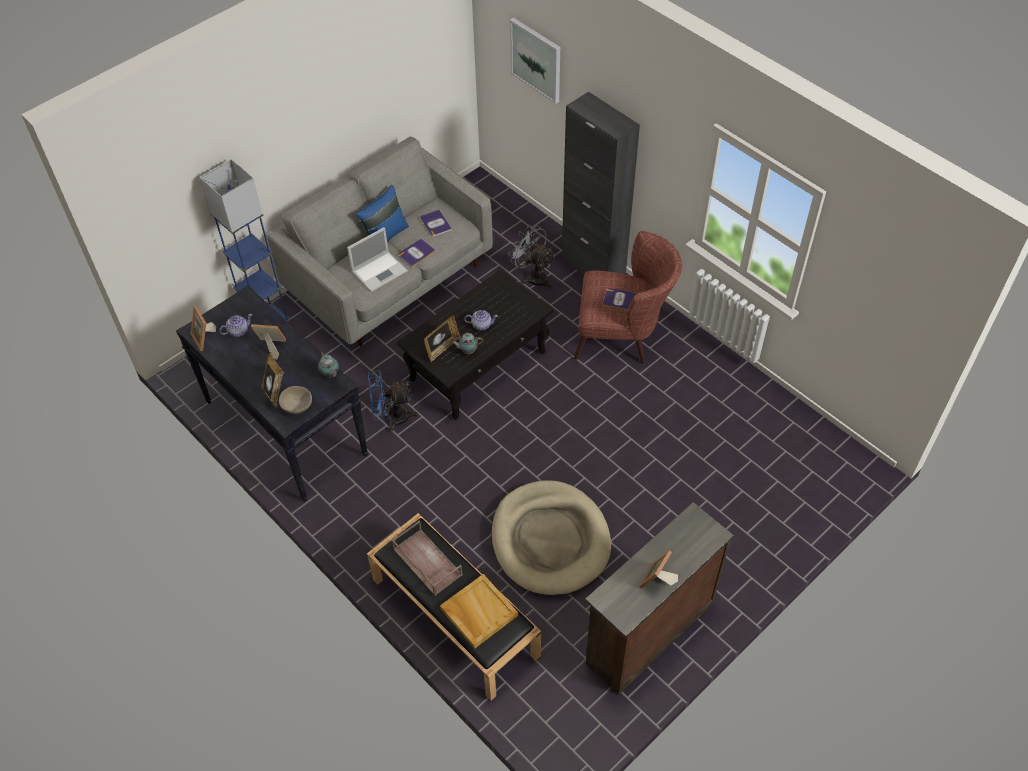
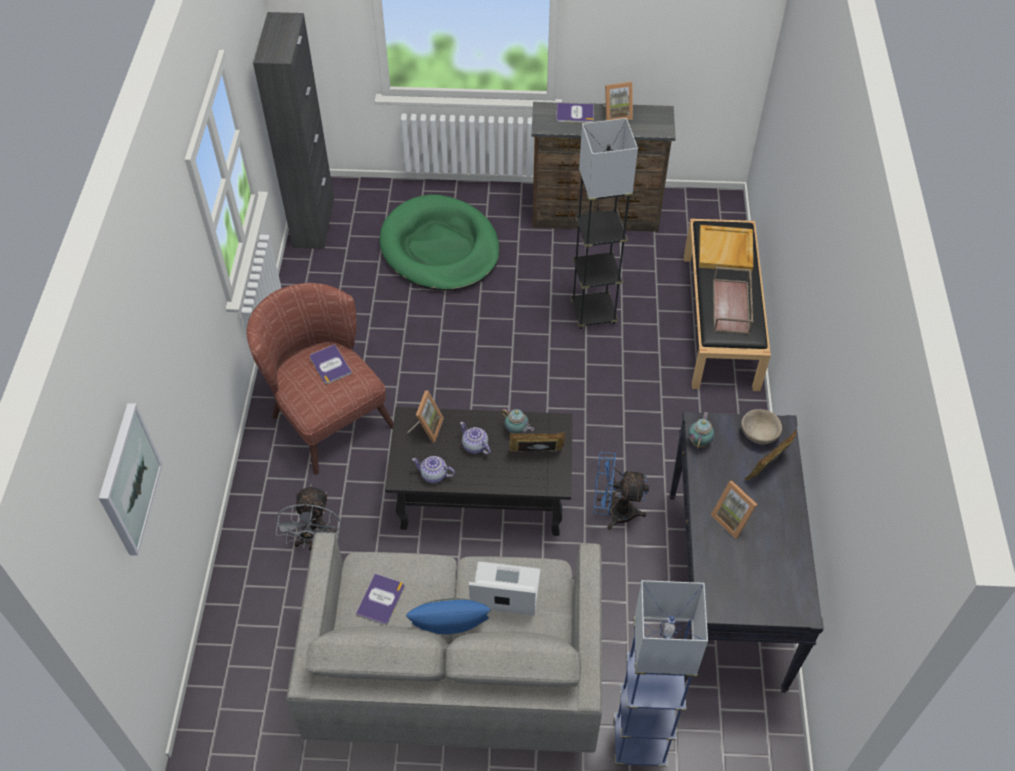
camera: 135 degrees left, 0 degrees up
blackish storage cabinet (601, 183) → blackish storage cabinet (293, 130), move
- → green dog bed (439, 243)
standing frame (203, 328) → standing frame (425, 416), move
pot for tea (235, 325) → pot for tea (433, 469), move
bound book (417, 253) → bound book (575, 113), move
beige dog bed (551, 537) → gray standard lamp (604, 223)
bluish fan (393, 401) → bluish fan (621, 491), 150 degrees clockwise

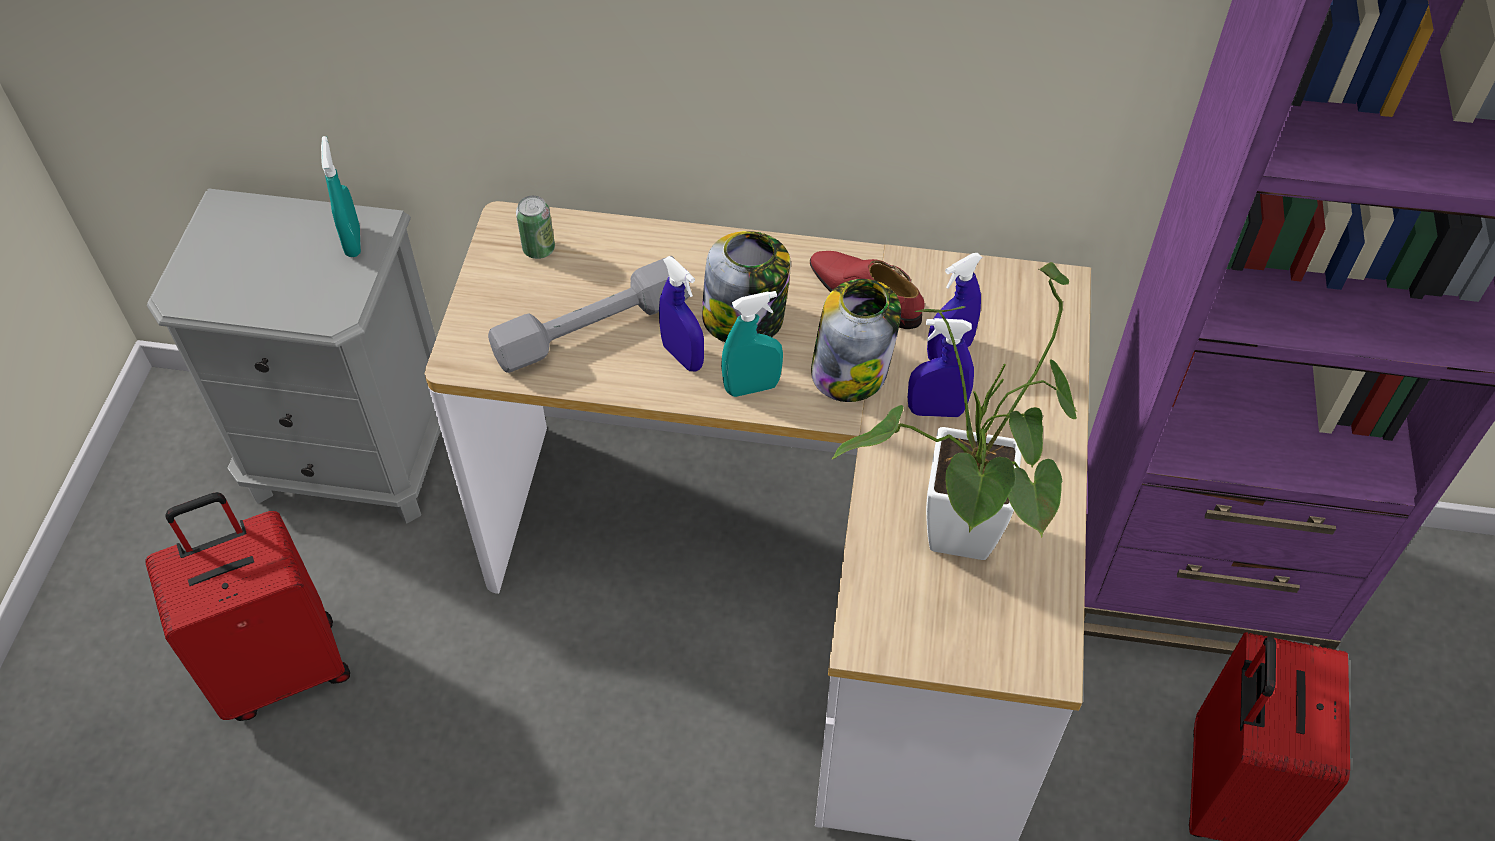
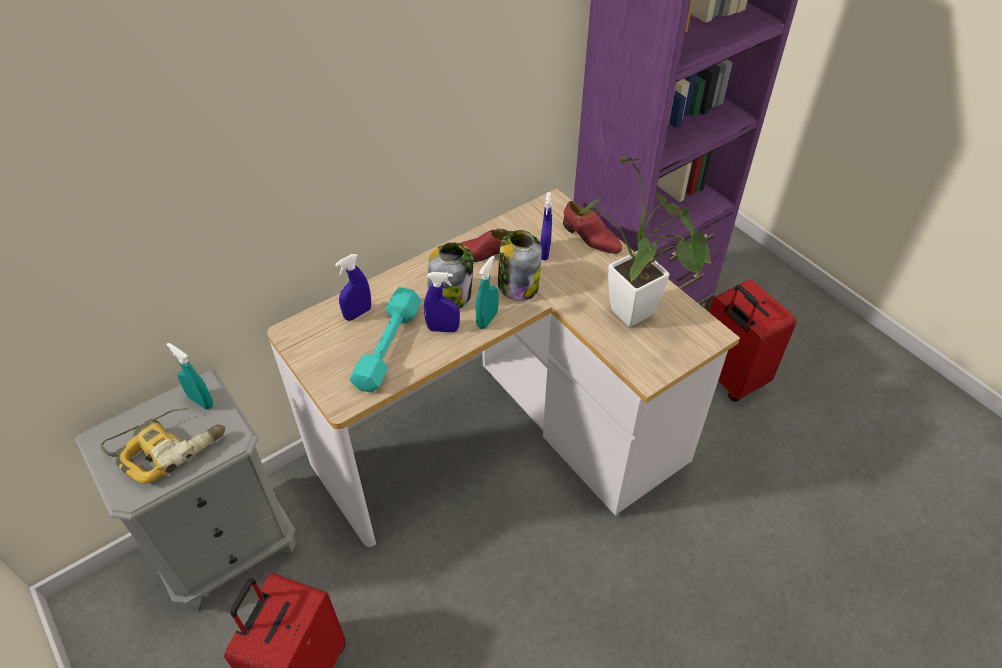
camera: 45 degrees left, 5 degrees down
- → drill (163, 445)
bluish sprayer (941, 367) → bluish sprayer (353, 287), move
gray free weight (589, 314) → blue-green free weight (385, 339)
- → reddish item of footwear (592, 227)
sealed can (535, 227) → -

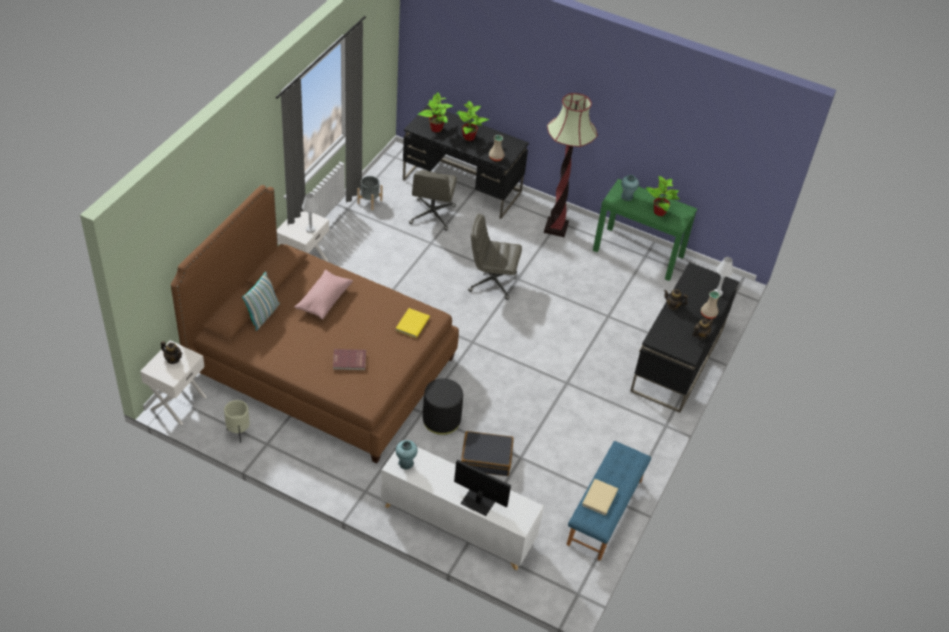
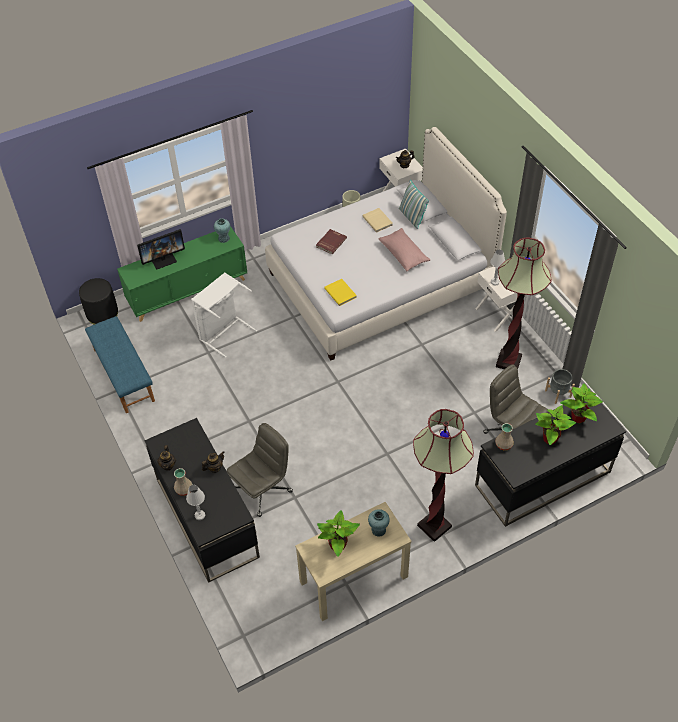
camera: 130 degrees right, 5 degrees up
blackish footrest (443, 406) → blackish footrest (98, 301), move
whitish storage cabinet (462, 505) → green storage cabinet (182, 274)
blackish suitcase (487, 453) → whitish laundry basket (224, 315)
gray computer chair (495, 257) → gray computer chair (260, 470), move
brownish bedroom bed (315, 324) → whitish bedroom bed (386, 244)
green hall table (645, 230) → beige hall table (353, 561)
beige bound book (600, 497) → beige bound book (377, 220), move
- → standard lamp (524, 303)

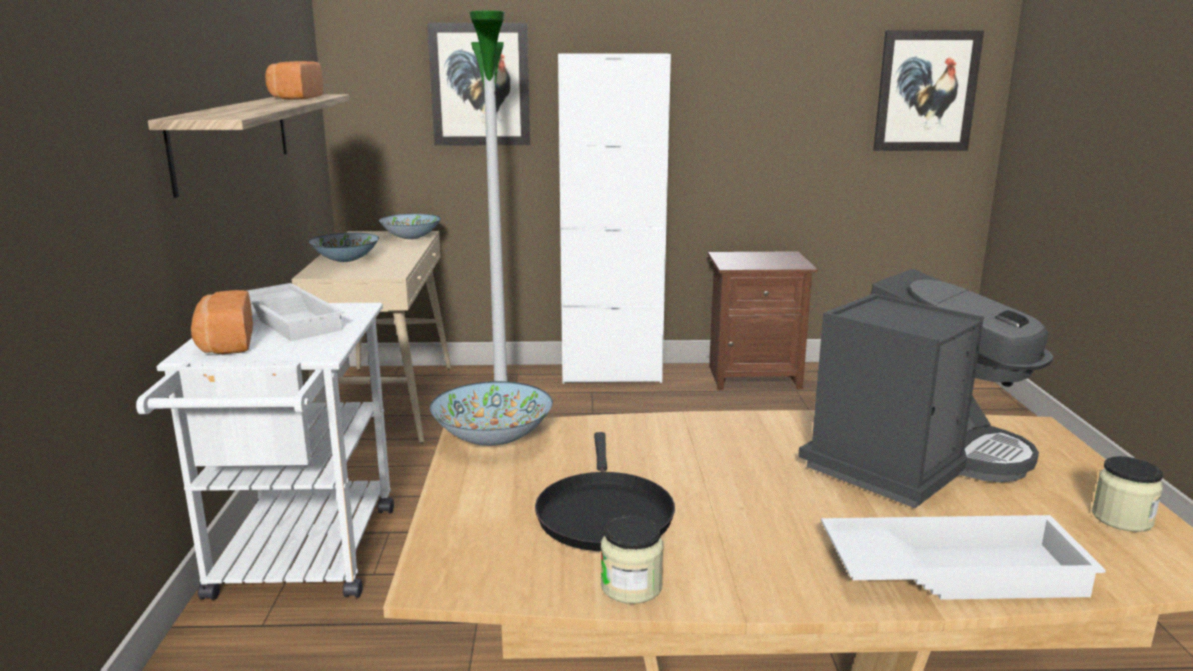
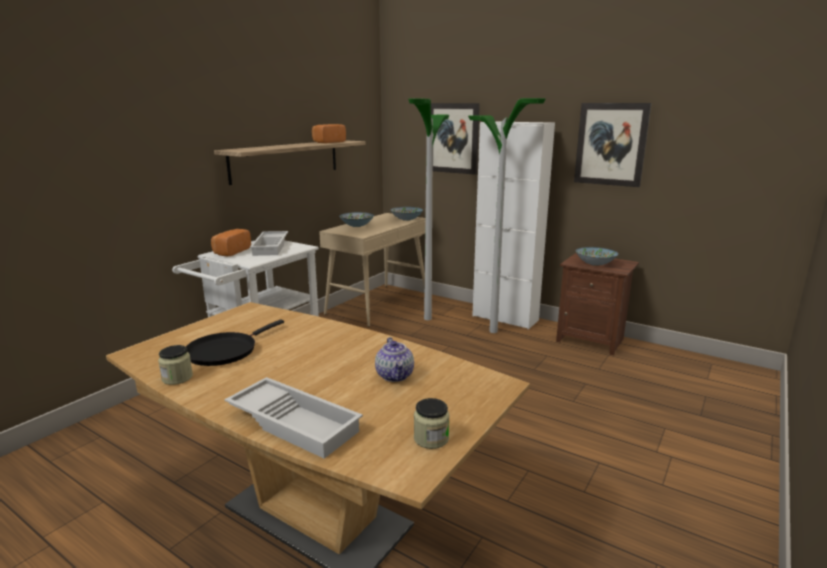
camera: 35 degrees right, 0 degrees up
coffee brewer (925, 388) → pot for tea (394, 359)
- → standard lamp (507, 215)
picture (928, 90) → picture (612, 145), move
serving bowl (491, 413) → serving bowl (596, 256), move

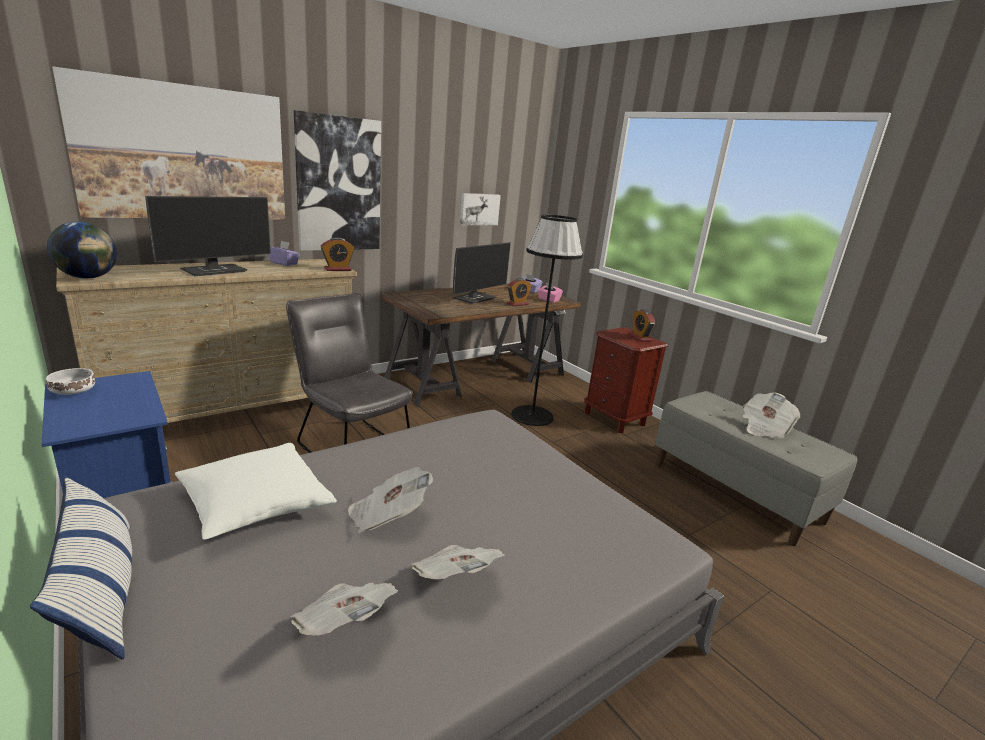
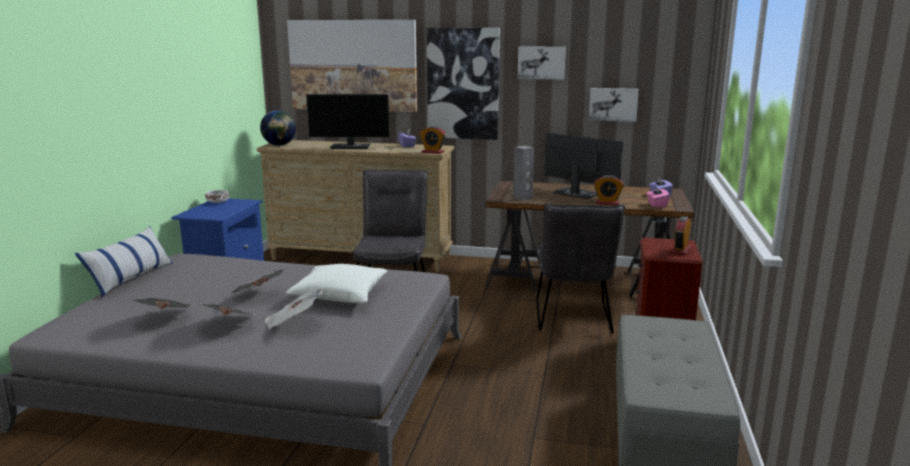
camera: 50 degrees right, 5 degrees down
daily paper (771, 415) → daily paper (294, 308), move
whitish pillow (256, 491) → whitish pillow (336, 283), move
- → gray loudspeaker (523, 173)
- → picture (541, 63)
blackish standard lamp (547, 320) → gray chair (580, 268)
computer screen (482, 273) → computer screen (584, 166), 135 degrees counterclockwise

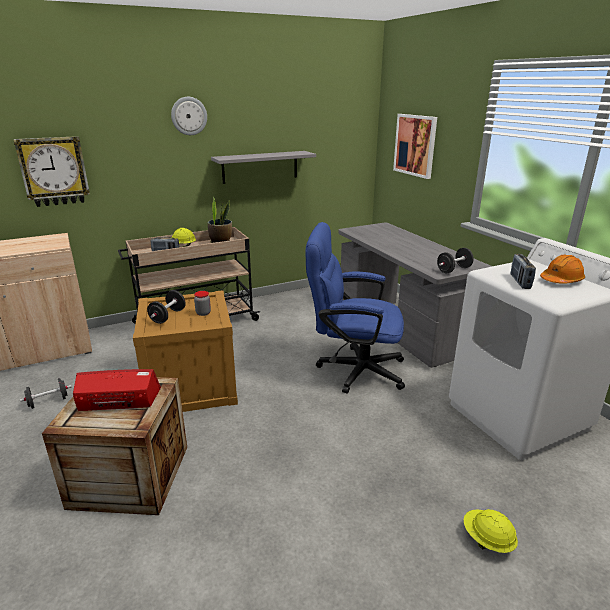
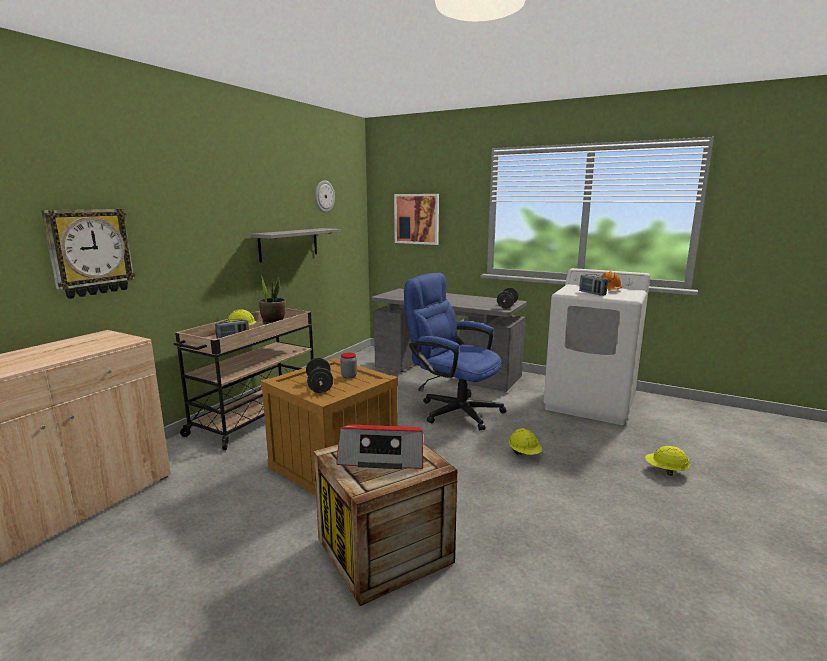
camera: 35 degrees left, 10 degrees down
clock on the wall (189, 116) → clock on the wall (325, 196), move
radio receiver (117, 390) → radio receiver (379, 447), 135 degrees counterclockwise
bluish computer chair (355, 308) → bluish computer chair (455, 351), 60 degrees clockwise
- → yellowish hard hat (525, 441)
blackish free weight (45, 393) → -

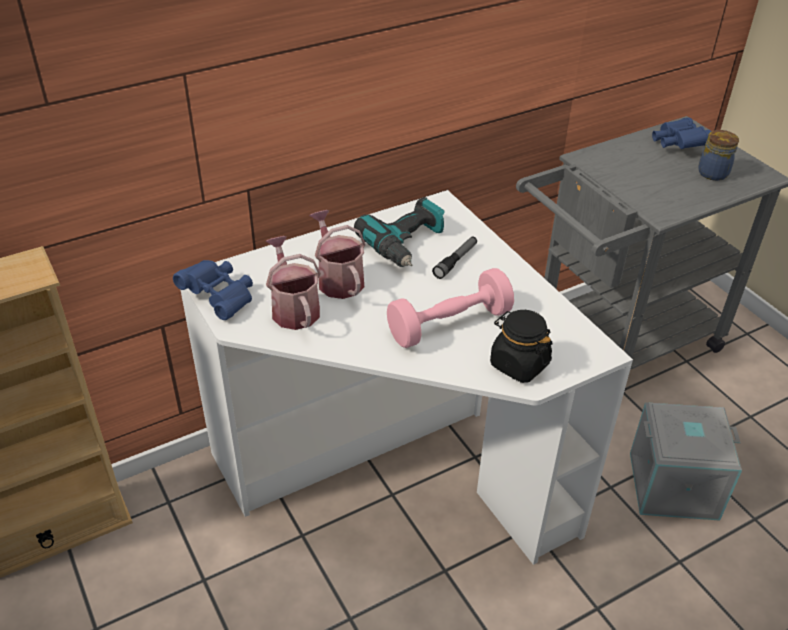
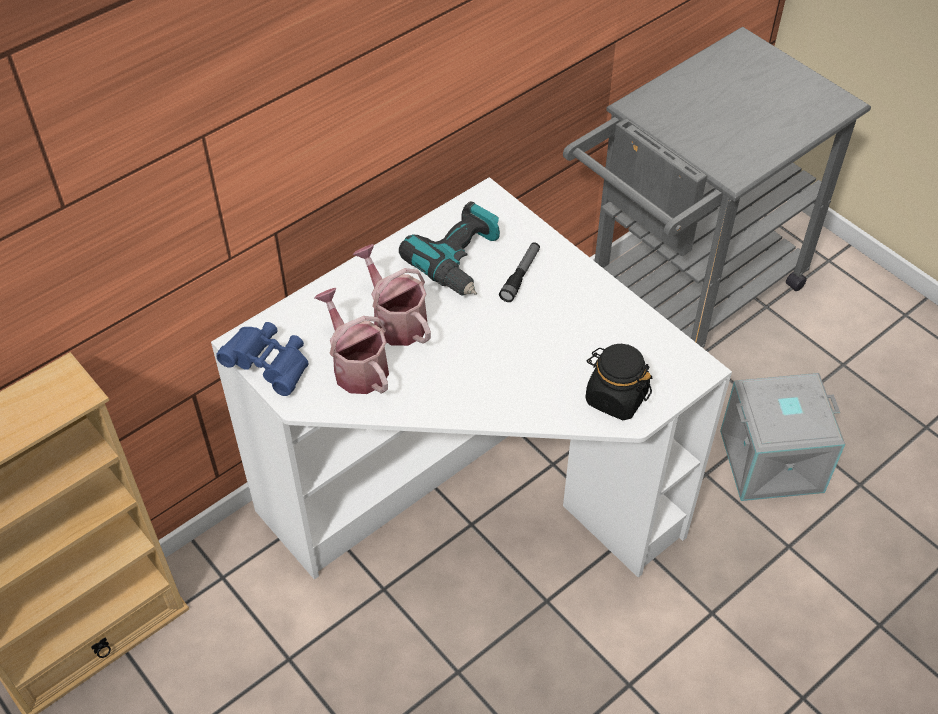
camera: 10 degrees left, 10 degrees up
pink-coloured free weight (450, 308) → -
bluish binoculars (682, 133) → -
jar (718, 155) → -

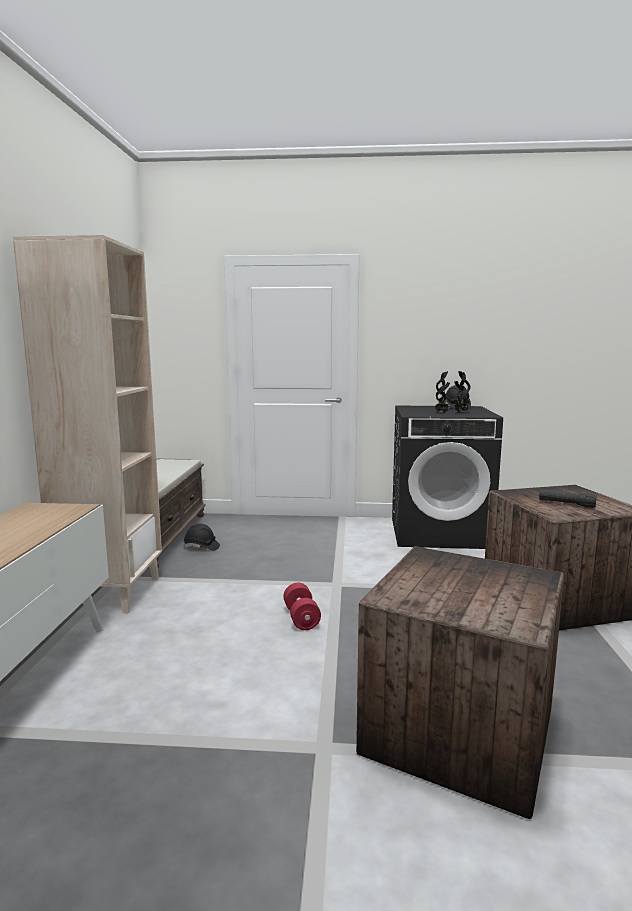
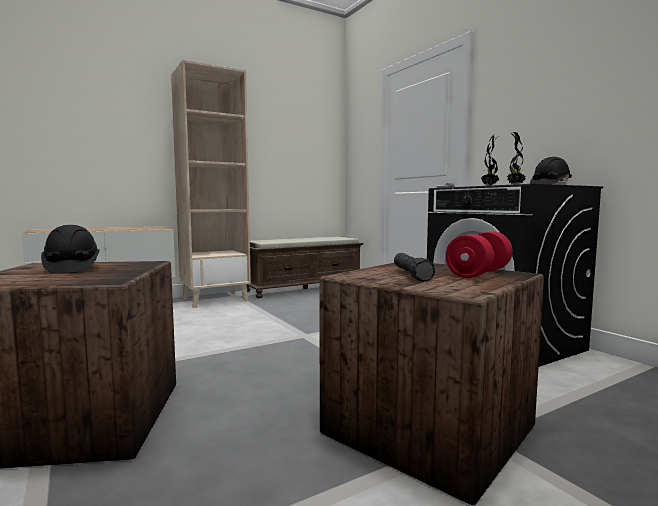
camera: 55 degrees right, 5 degrees down
blackish hard hat (202, 537) → blackish hard hat (70, 249), move
reddish free weight (302, 606) → reddish free weight (479, 255), move

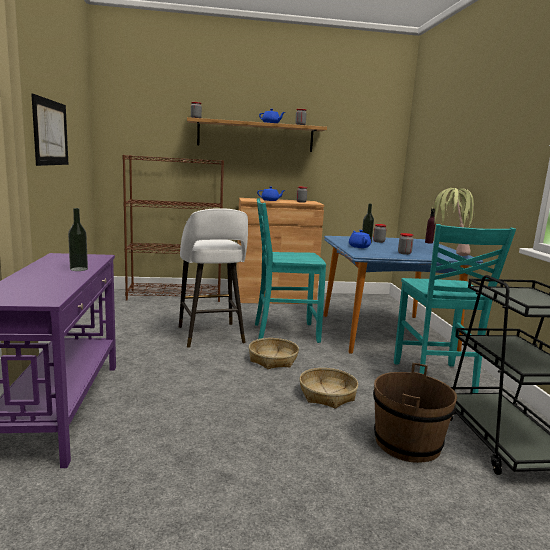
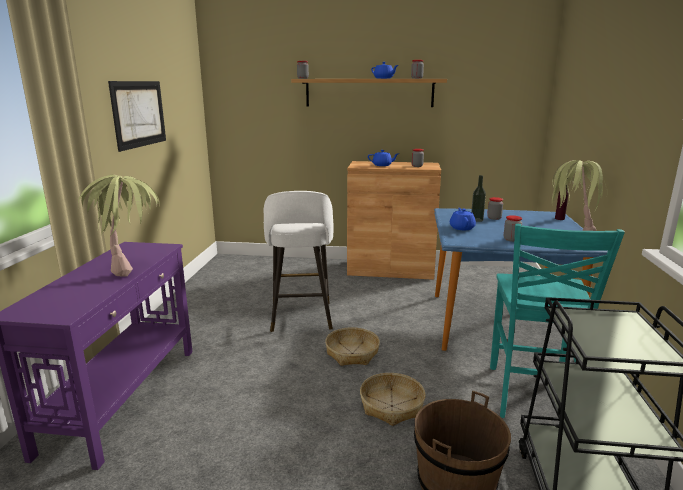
camera: 15 degrees right, 5 degrees up
beverage bottle (78, 239) → potted plant (119, 225)
brownish bookshelf (173, 228) → -
blue-green chair (290, 270) → -

